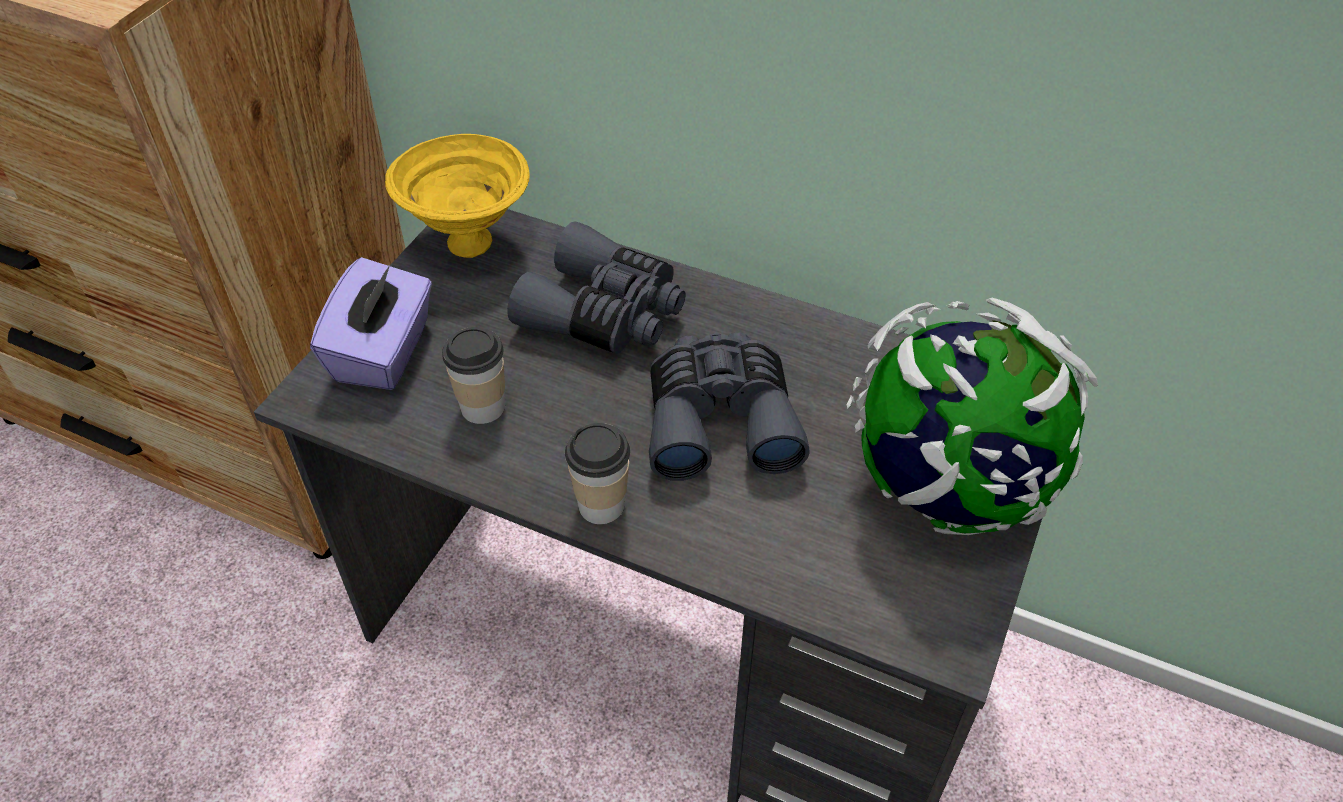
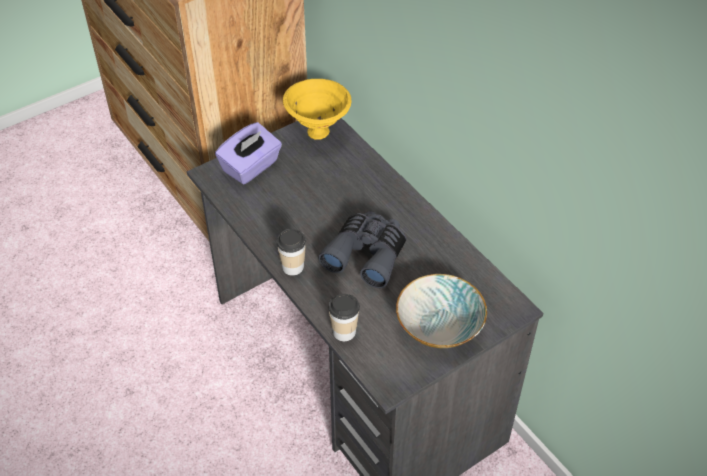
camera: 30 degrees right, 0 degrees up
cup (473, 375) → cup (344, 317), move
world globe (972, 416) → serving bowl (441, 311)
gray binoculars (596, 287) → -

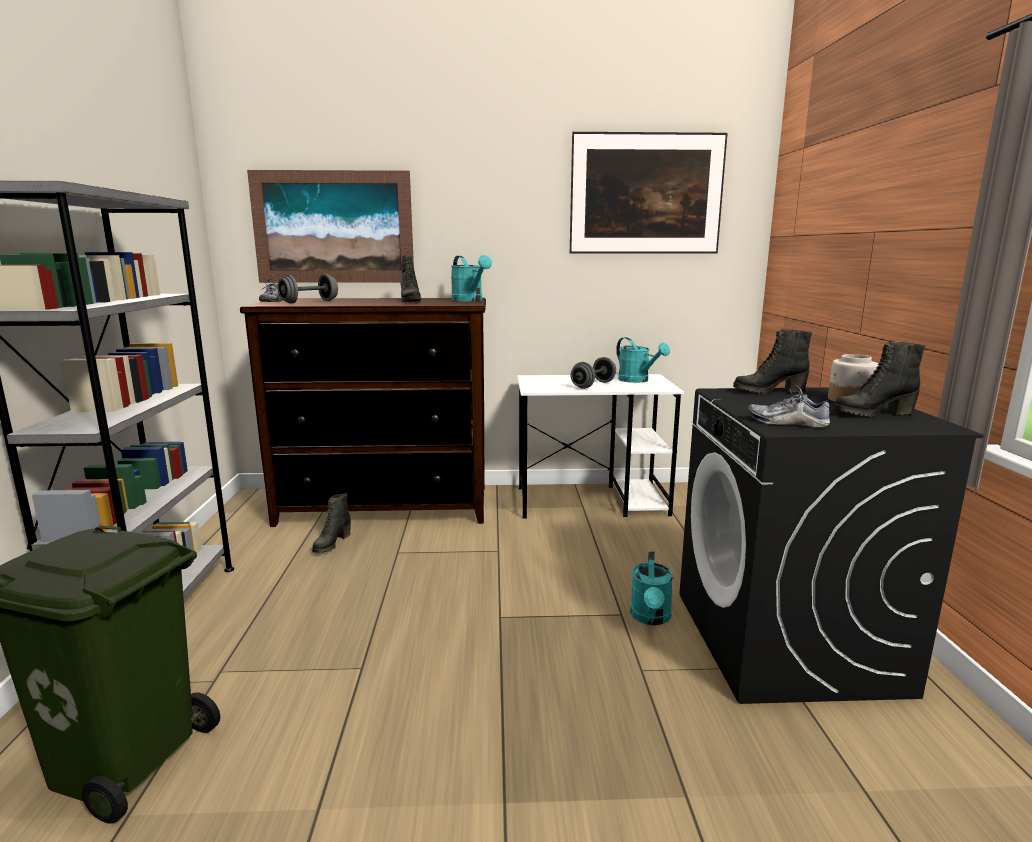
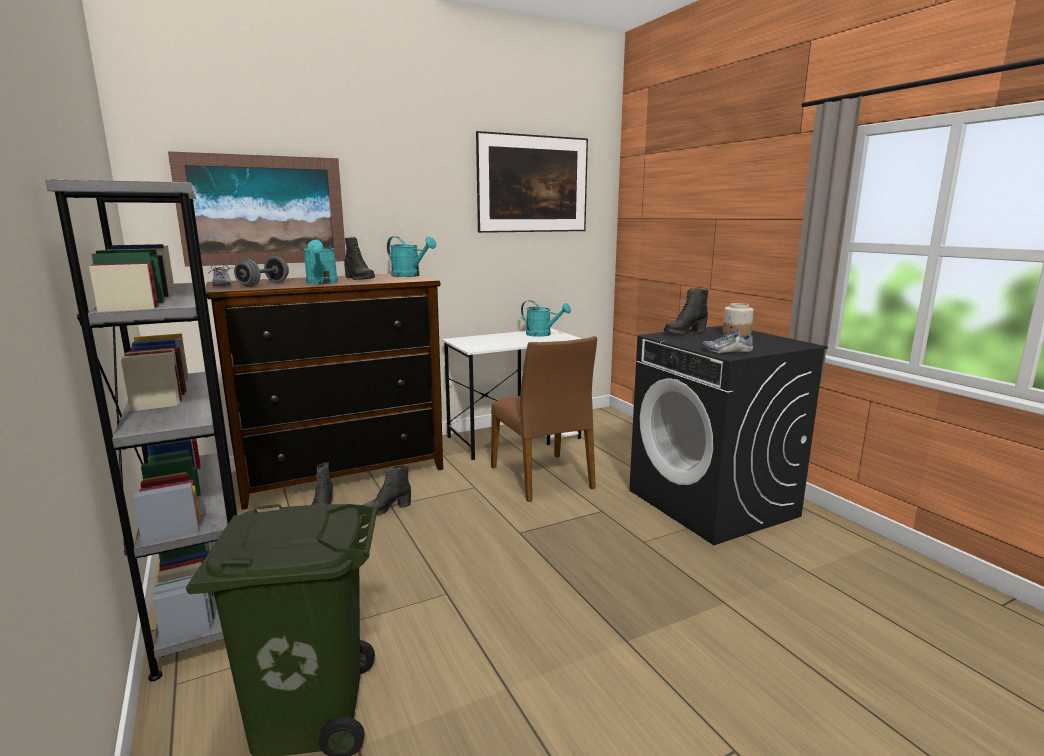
camera: 25 degrees left, 0 degrees up
blue-green watering pot (651, 588) → blue-green watering pot (320, 261), move
blackish boot (879, 379) → blackish boot (387, 490), move
- → brownish chair (544, 419)
gray free weight (593, 373) → -

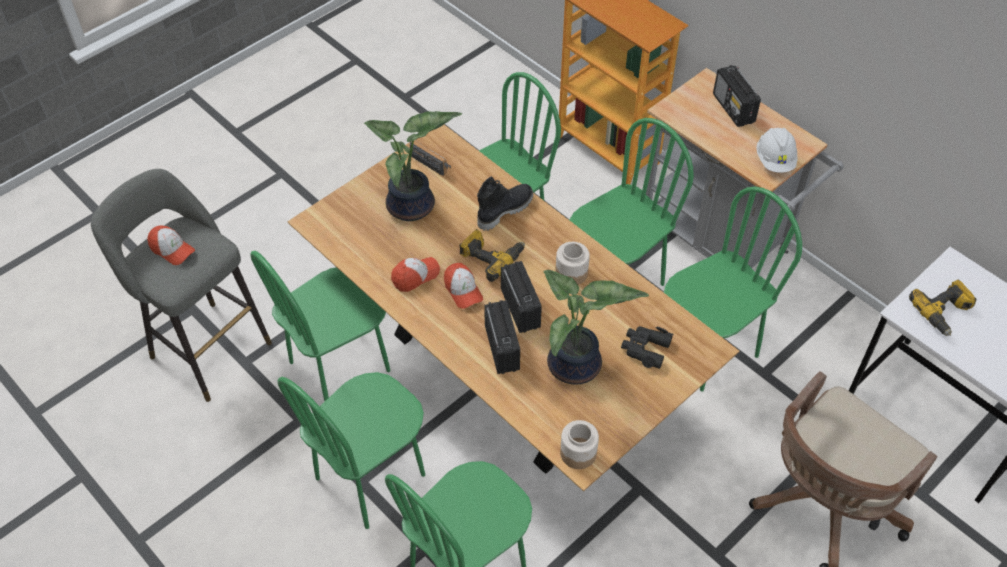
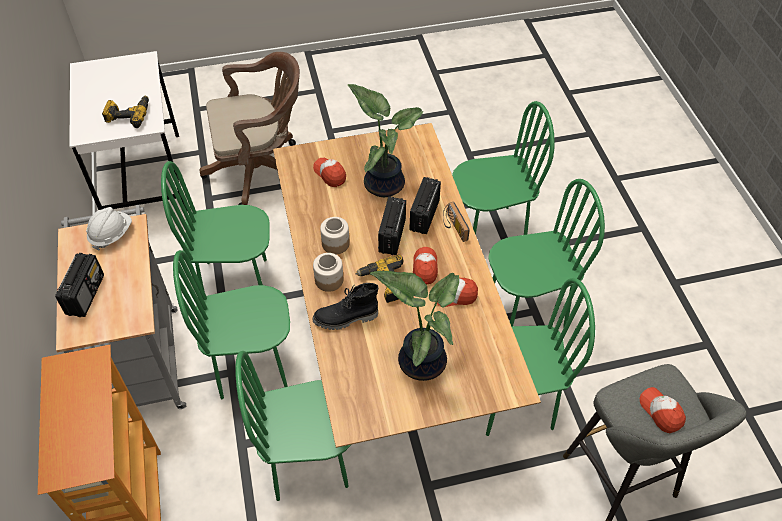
camera: 150 degrees left, 0 degrees up
blackish binoculars (647, 347) → peaked cap (329, 172)
jar (579, 444) → jar (328, 272), move
radio receiver (430, 158) → radio receiver (456, 222), move

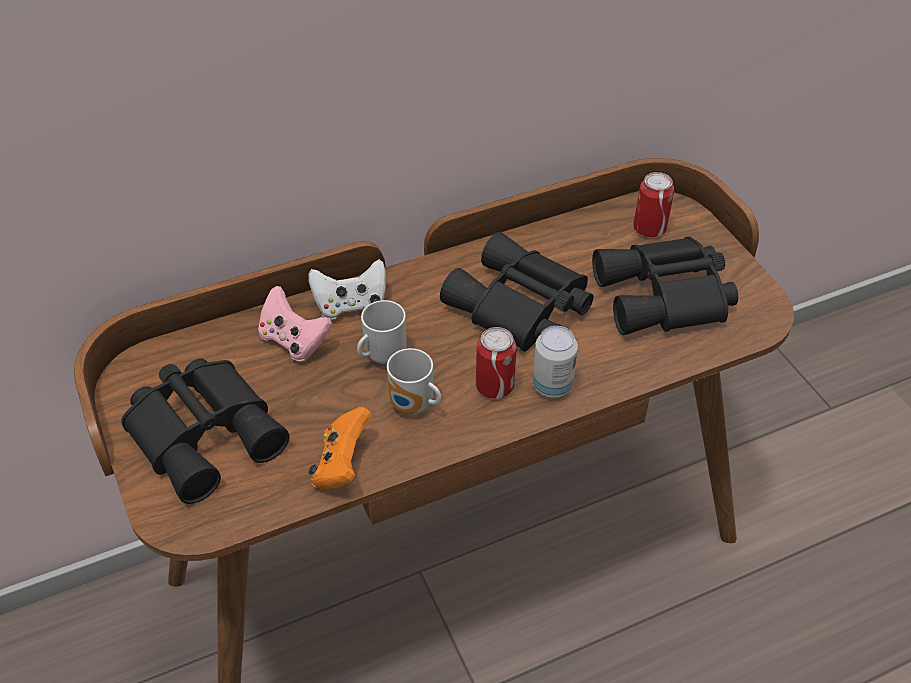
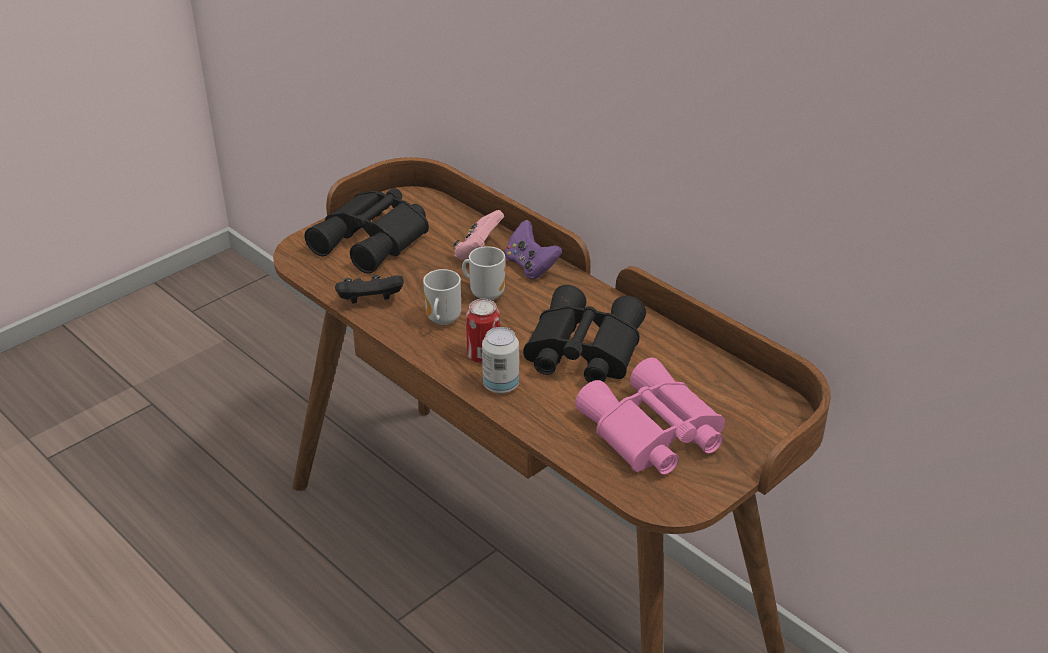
camera: 70 degrees right, 10 degrees down
orange joypad (340, 448) → blackish joypad (369, 289)
whitish joypad (347, 289) → purple joypad (533, 249)
blackish binoculars (665, 285) → pink-coloured binoculars (650, 416)
sealed can (653, 204) → -

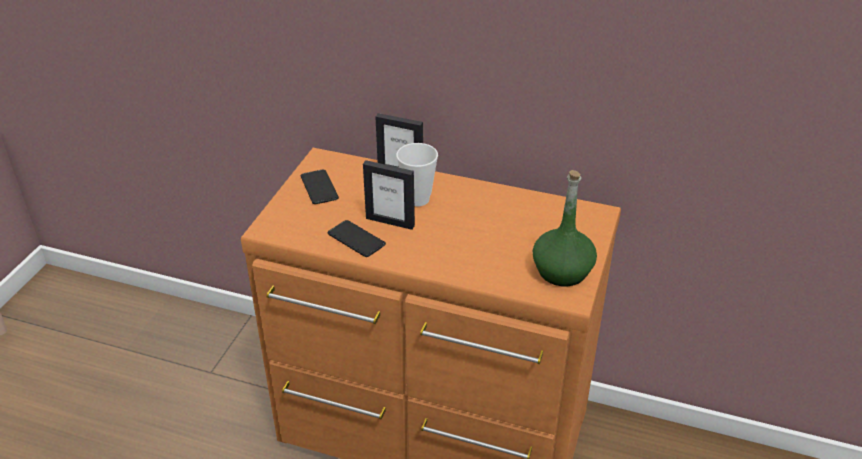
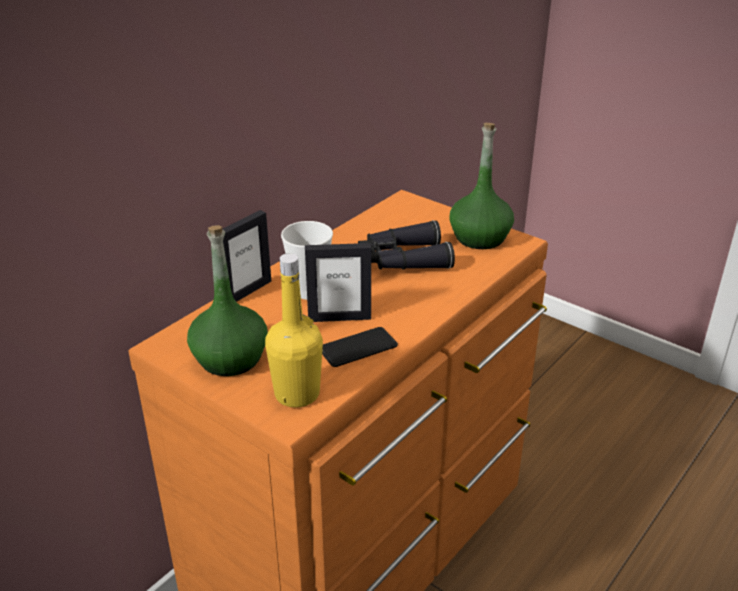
camera: 70 degrees left, 5 degrees down
telephone (320, 187) → green beverage bottle (227, 300)
- → yellowish beverage bottle (294, 330)
standing frame (389, 195) → standing frame (338, 282), 45 degrees clockwise
- → blackish binoculars (406, 244)

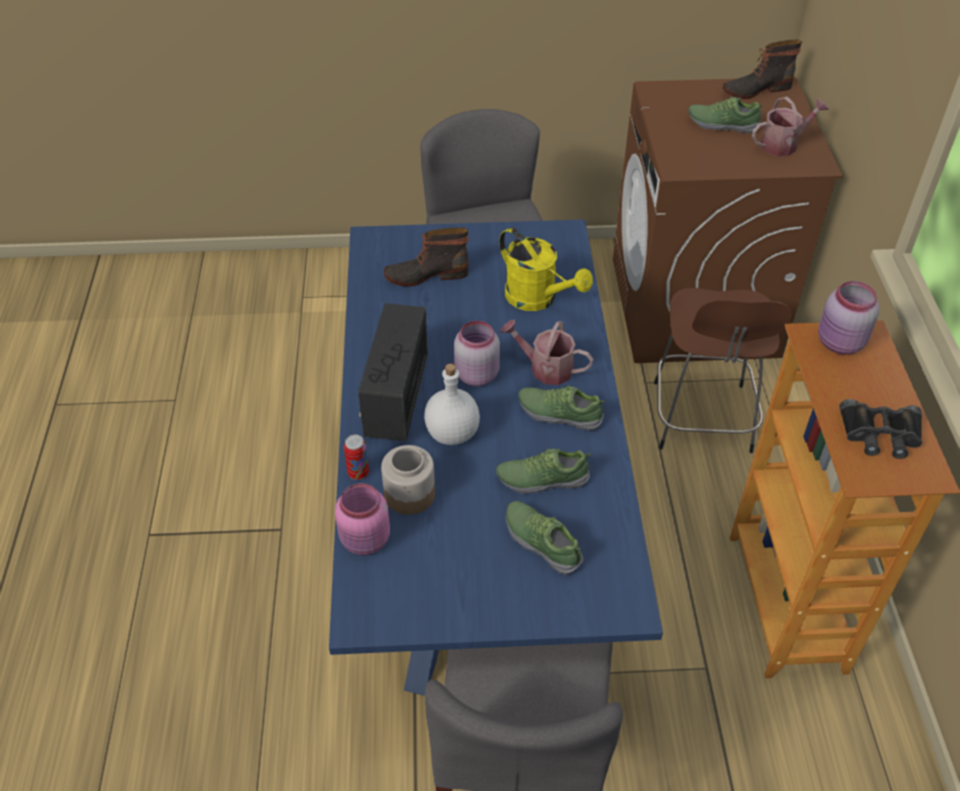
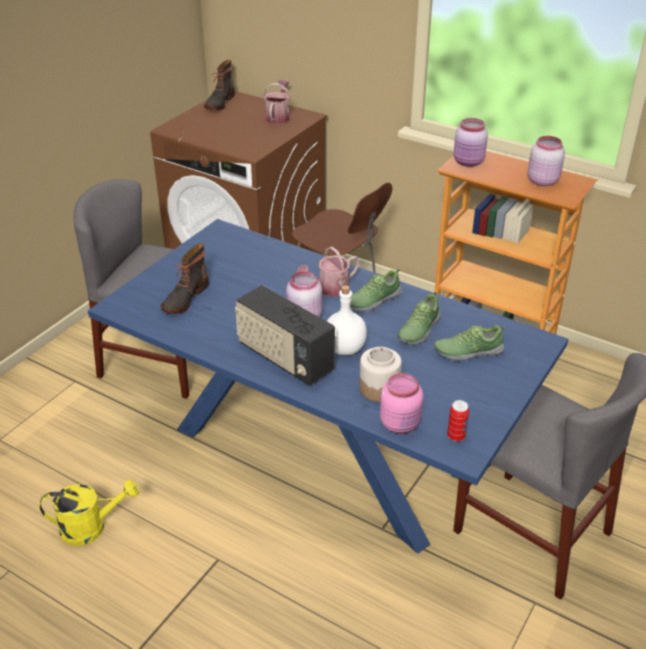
camera: 55 degrees left, 10 degrees down
yellowish watering pot (546, 269) → yellowish watering pot (89, 513), move
sealed can (356, 457) → sealed can (458, 420), move
blackish binoculars (880, 429) → pink-coloured jar (546, 161)
item of footwear (726, 115) → -

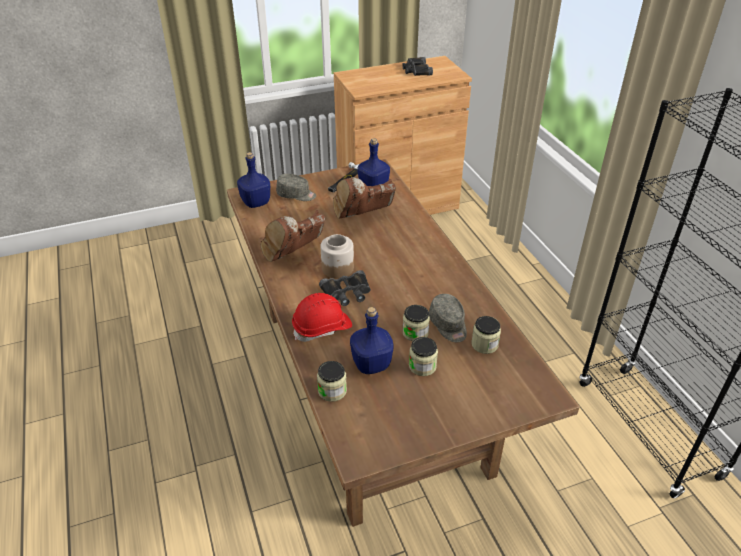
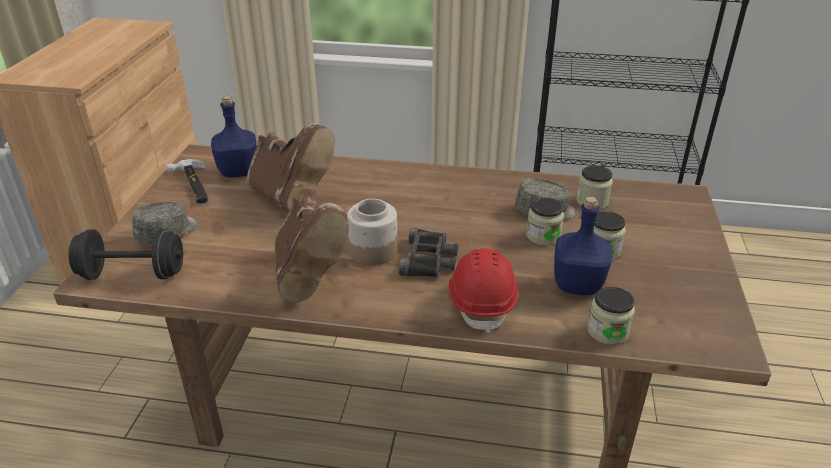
camera: 60 degrees left, 5 degrees down
bluish beverage bottle (253, 180) → blackish free weight (125, 254)
brownish boot (364, 198) → brownish boot (290, 167), 45 degrees counterclockwise
blackish binoculars (417, 66) → -

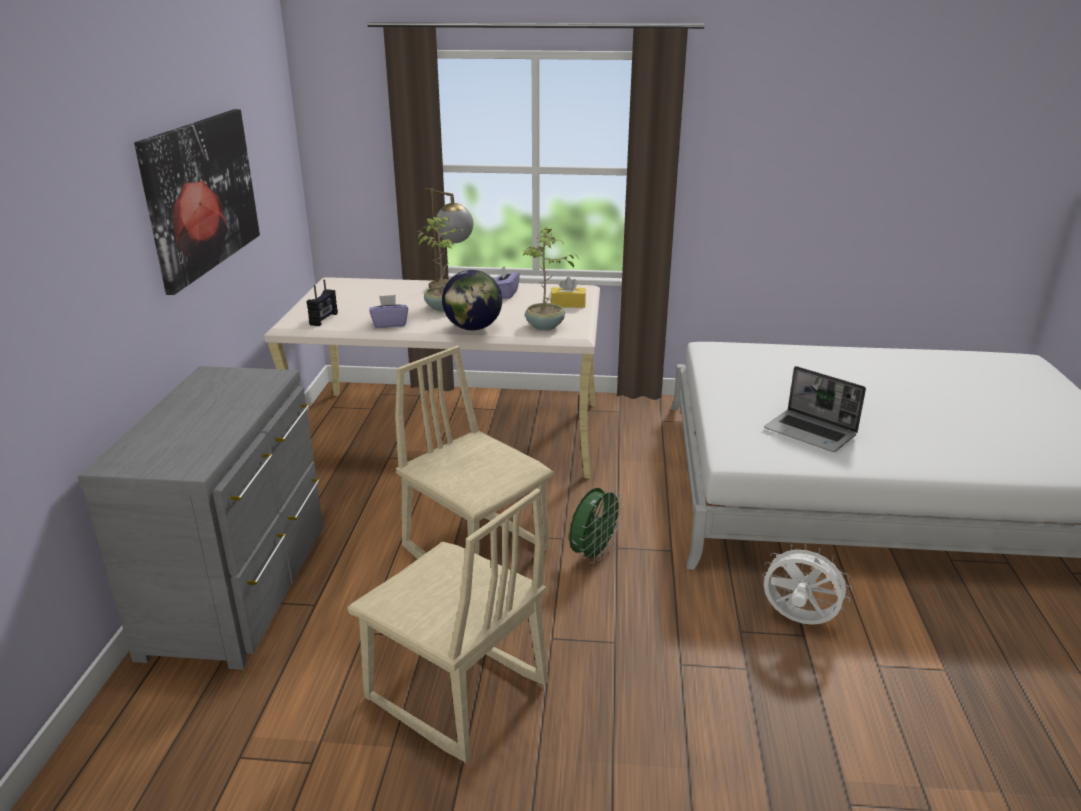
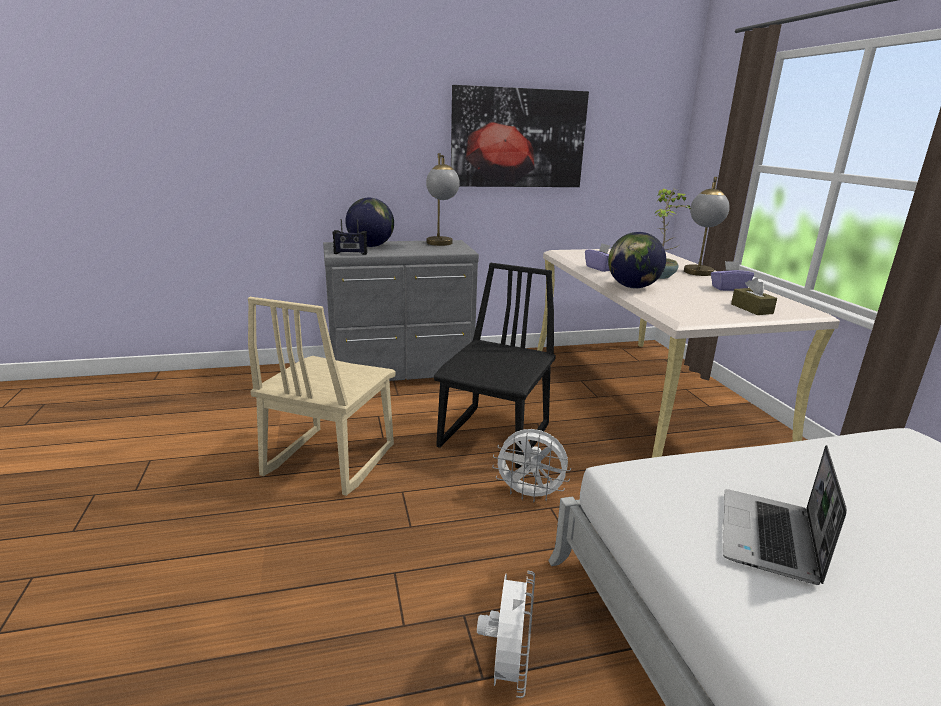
camera: 70 degrees right, 5 degrees down
radio receiver (322, 302) → radio receiver (350, 237), move
- → world globe (369, 222)
- → lamp for a table (443, 199)
beige chair (474, 452) → blackish chair (495, 365)
green fan (596, 526) → whitish fan (531, 465)
yellowish tissue box (568, 292) → brownish tissue box (754, 296)
potted plant (550, 278) → -

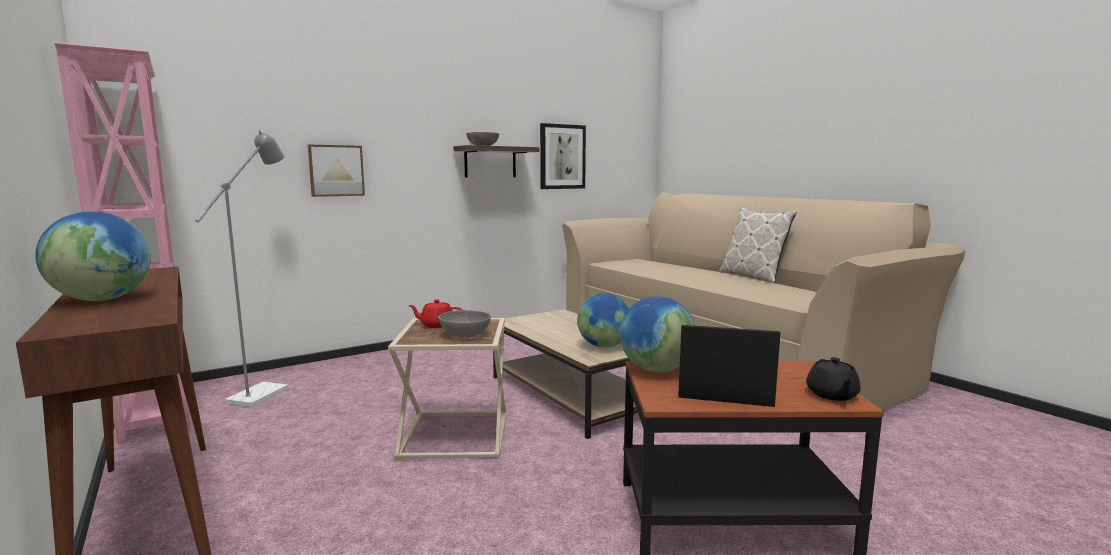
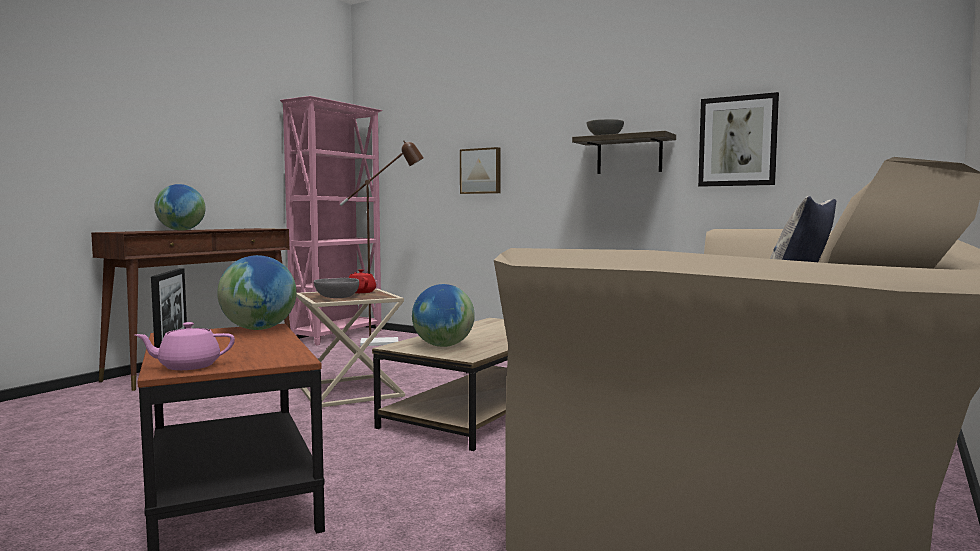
camera: 65 degrees right, 5 degrees down
blackish pot for tea (833, 379) → pink-coloured pot for tea (185, 346)
gray standard lamp (241, 268) → brownish standard lamp (382, 243)

